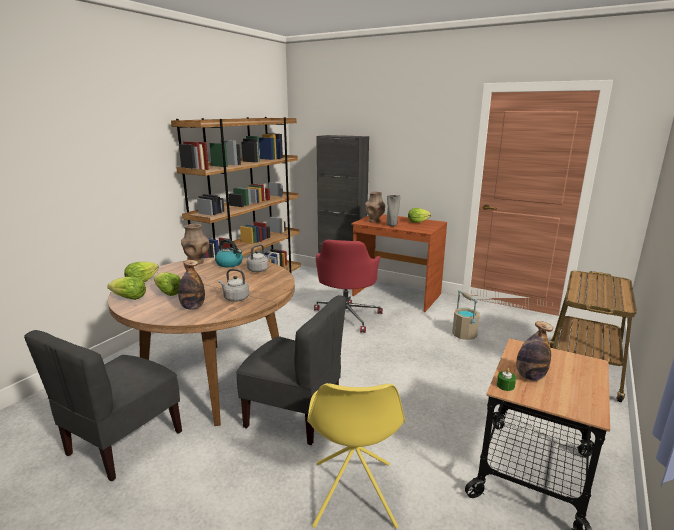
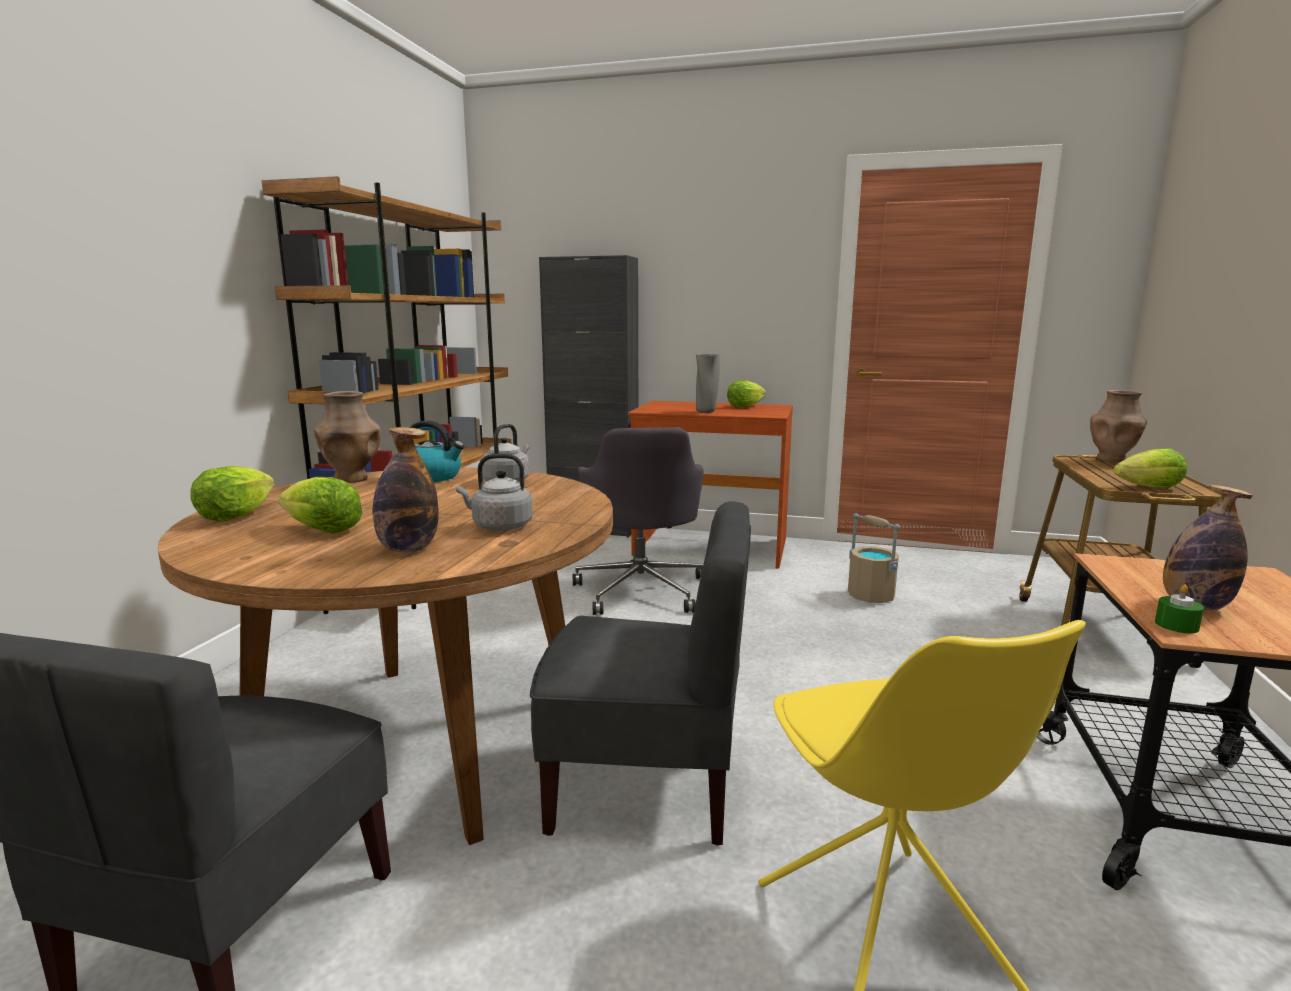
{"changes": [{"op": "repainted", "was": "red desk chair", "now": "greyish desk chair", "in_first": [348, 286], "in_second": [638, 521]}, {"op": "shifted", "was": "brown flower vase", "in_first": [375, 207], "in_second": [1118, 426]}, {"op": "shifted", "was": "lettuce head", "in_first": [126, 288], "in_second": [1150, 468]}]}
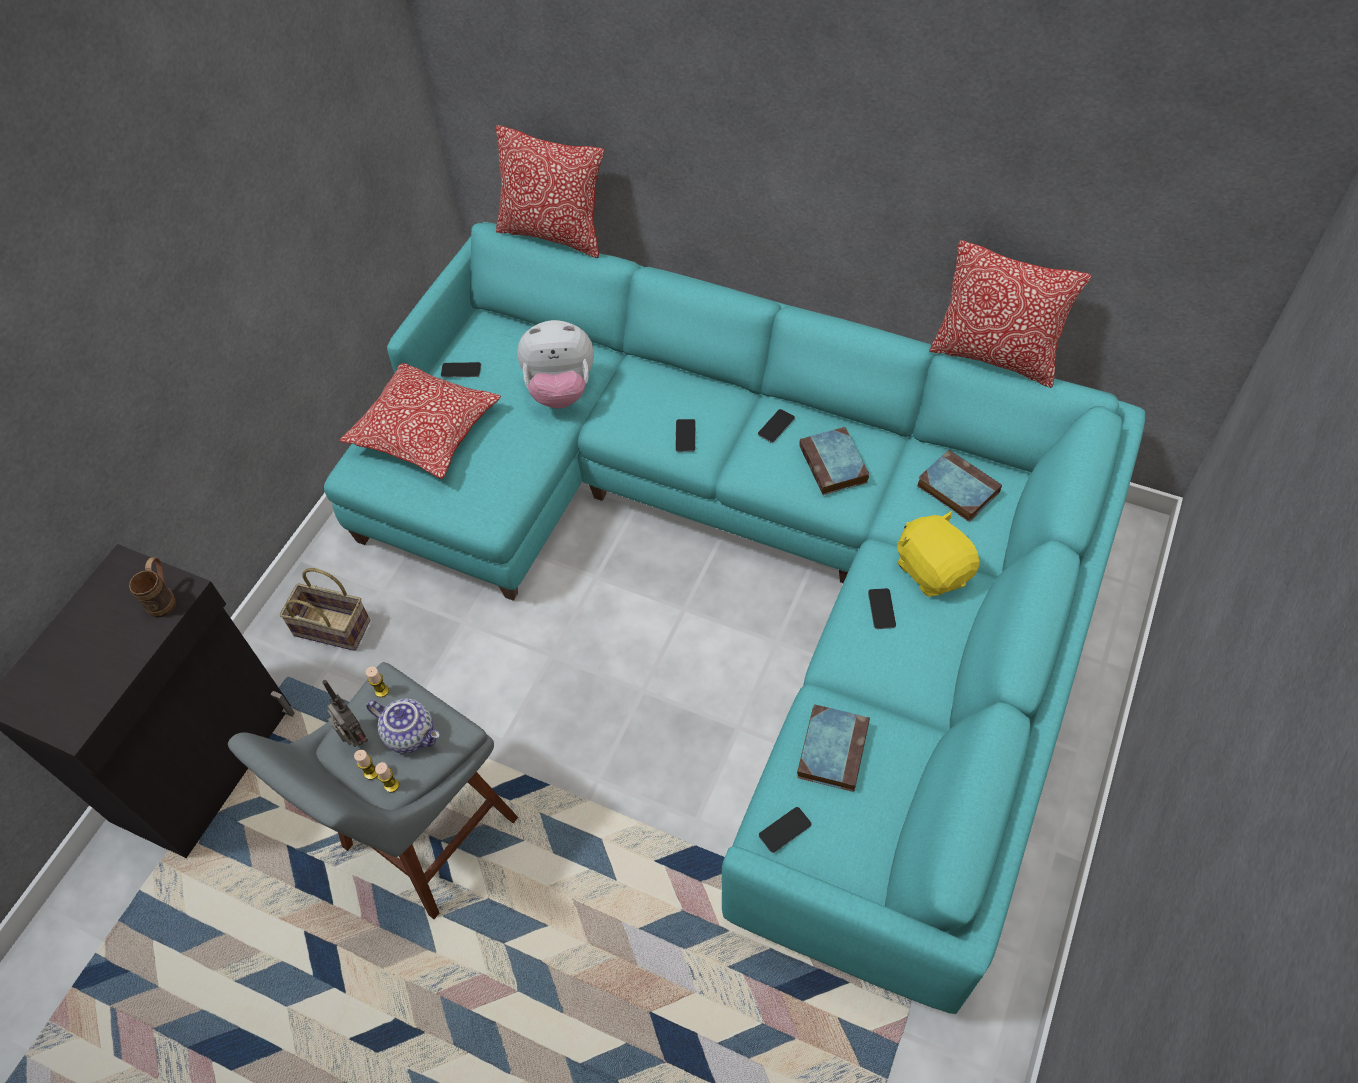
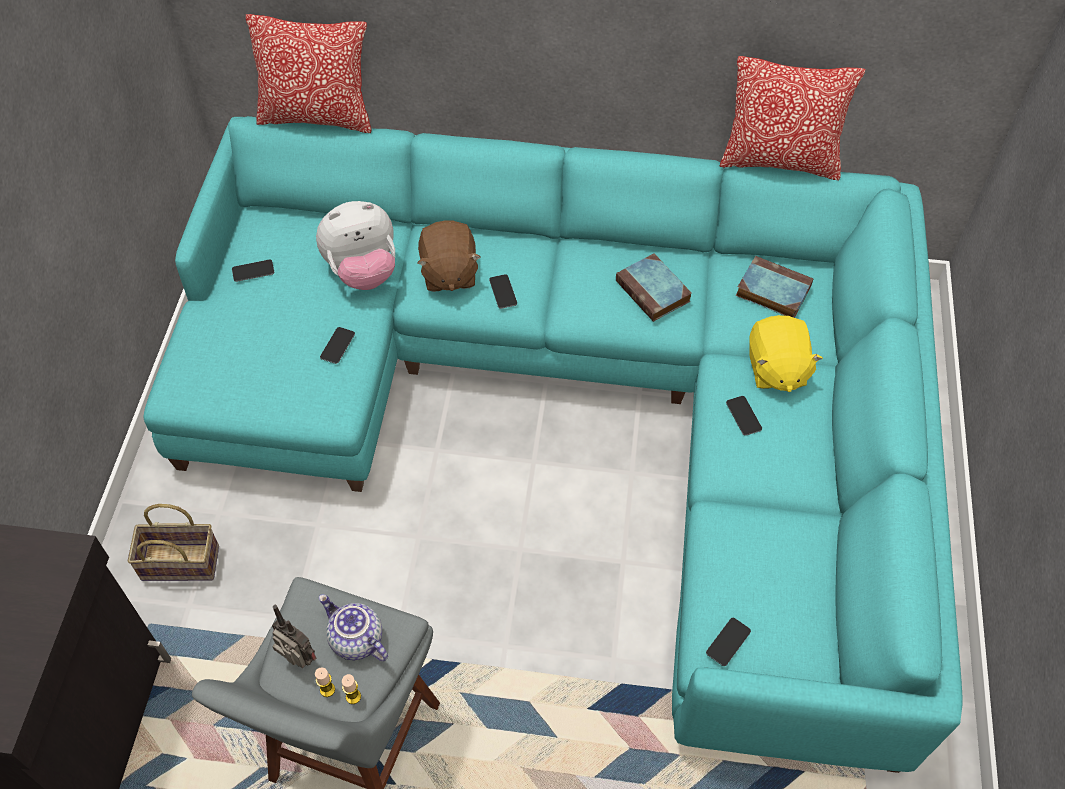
{"changes": [{"op": "rotated", "was": "tea pot", "in_first": [403, 726], "in_second": [353, 627], "clockwise": -150}, {"op": "shifted", "was": "handset", "in_first": [776, 426], "in_second": [337, 345]}, {"op": "new", "now": "brown plush toy", "in_second": [448, 256]}, {"op": "rotated", "was": "yellowish plush toy", "in_first": [938, 554], "in_second": [786, 353], "clockwise": -135}, {"op": "gone", "was": "brown tea mug", "in_first": [152, 588]}, {"op": "gone", "was": "pillow", "in_first": [420, 421]}, {"op": "gone", "was": "candle", "in_first": [377, 682]}, {"op": "gone", "was": "volume", "in_first": [833, 748]}]}
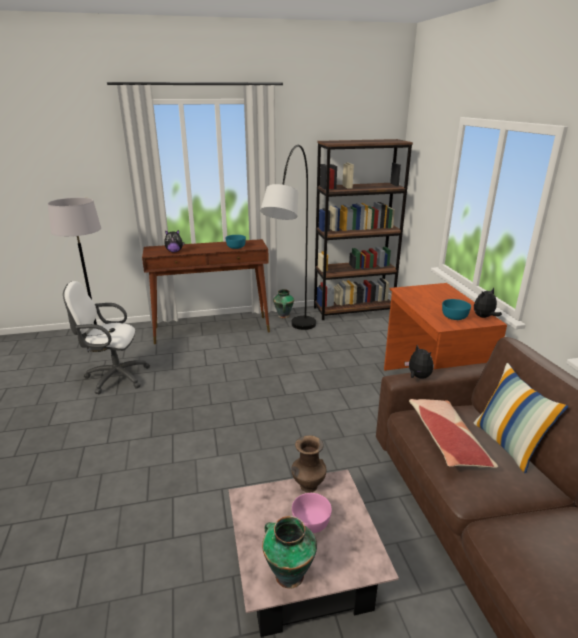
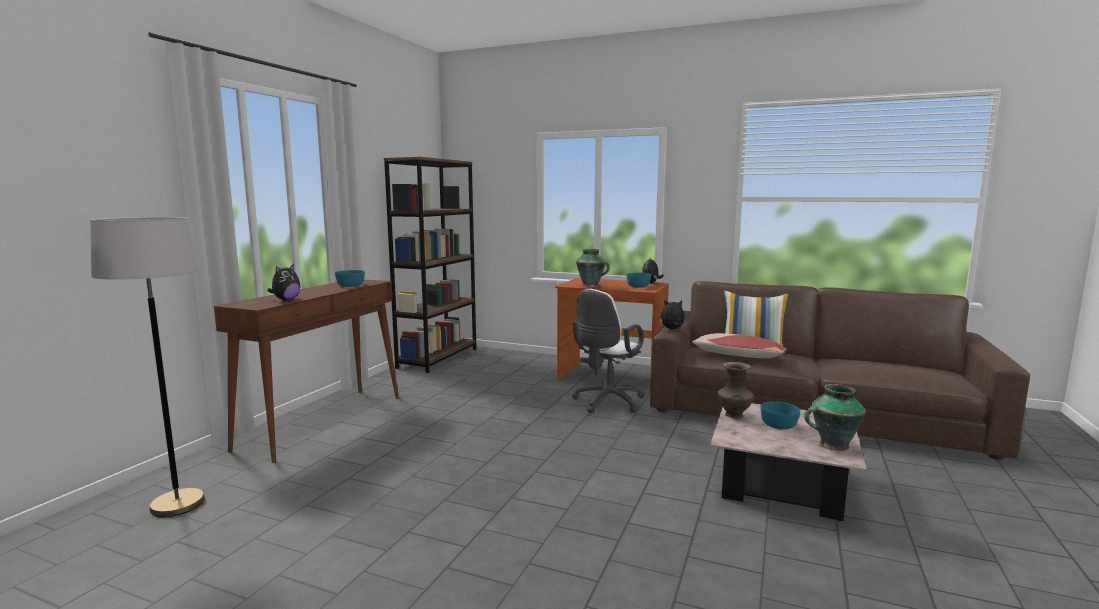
{"changes": [{"op": "shifted", "was": "white-coloured desk chair", "in_first": [106, 337], "in_second": [608, 351]}, {"op": "shifted", "was": "flower vase", "in_first": [283, 303], "in_second": [593, 268]}, {"op": "repainted", "was": "pink-coloured deep dish", "now": "turquoise deep dish", "in_first": [312, 513], "in_second": [780, 415]}, {"op": "gone", "was": "greyish standard lamp", "in_first": [288, 237]}]}
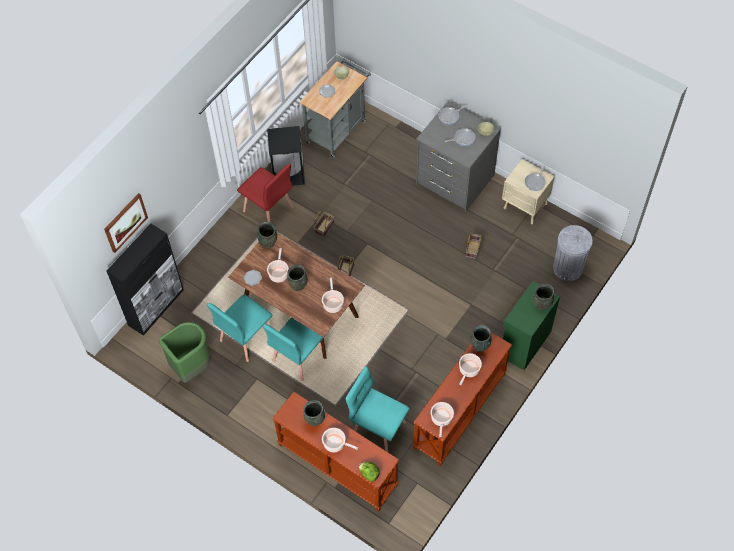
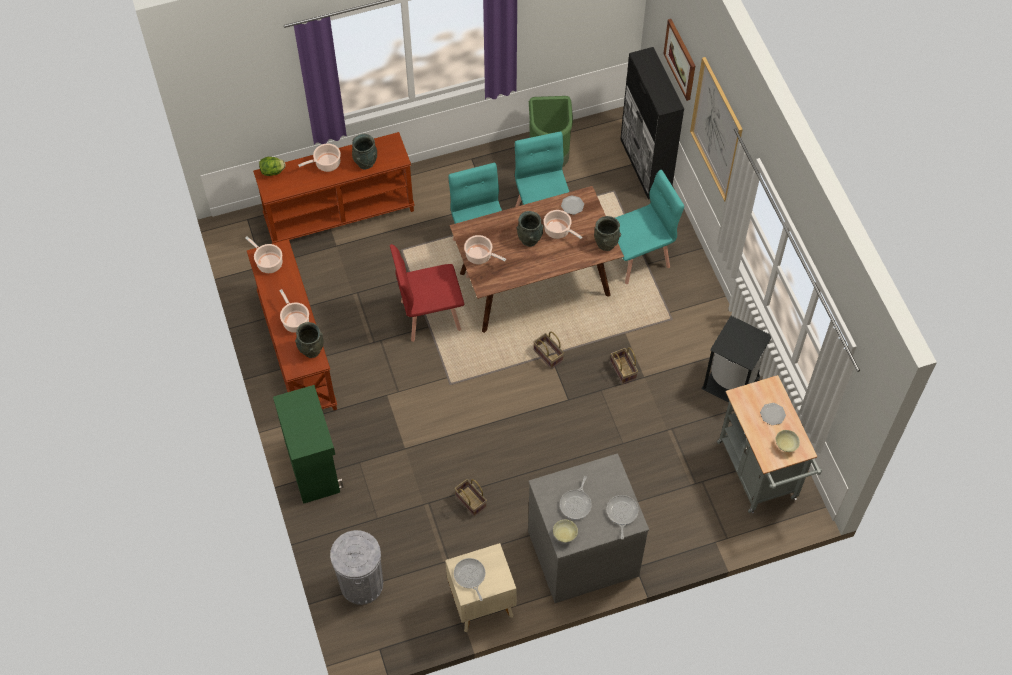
{"changes": [{"op": "shifted", "was": "red upright chair", "in_first": [265, 193], "in_second": [427, 293]}, {"op": "shifted", "was": "turquoise upright chair", "in_first": [377, 409], "in_second": [650, 227]}, {"op": "new", "now": "picture", "in_second": [716, 129]}, {"op": "gone", "was": "greyish flower vase", "in_first": [544, 297]}]}
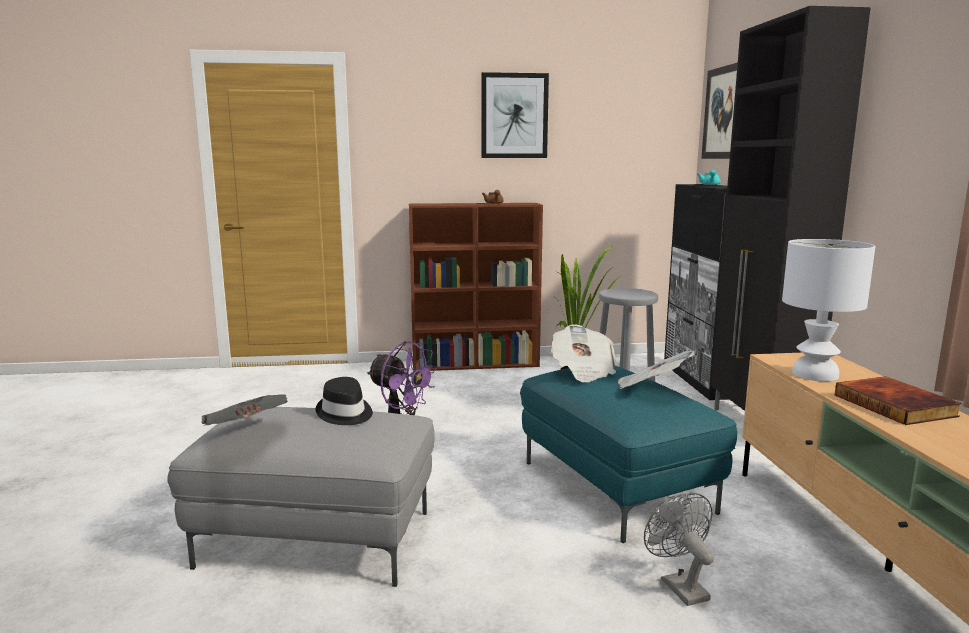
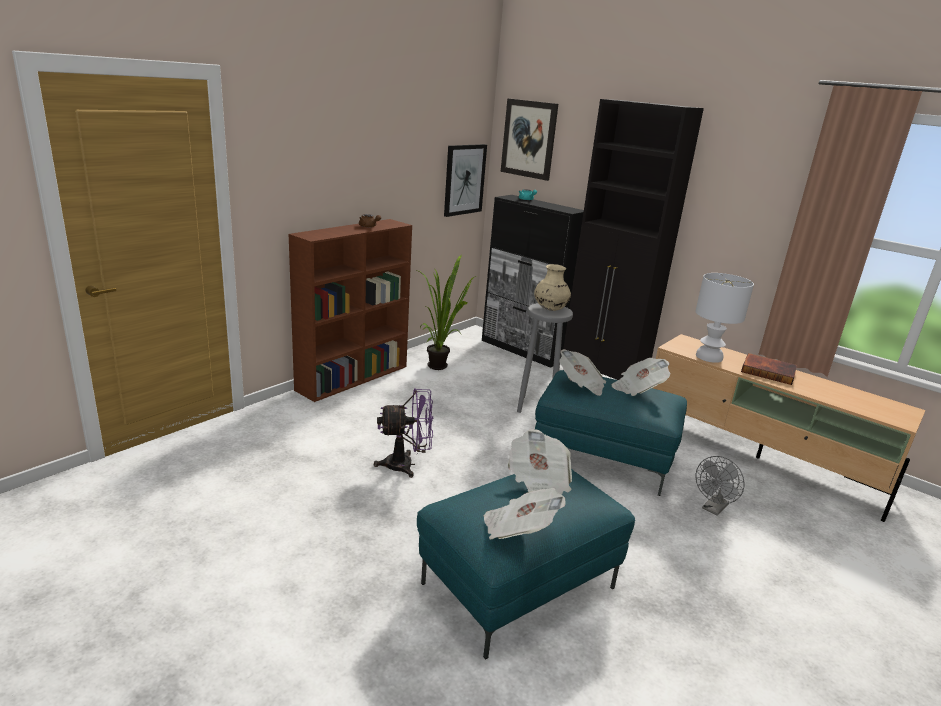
{"changes": [{"op": "repainted", "was": "greyish footrest", "now": "turquoise footrest", "in_first": [301, 497], "in_second": [526, 564]}, {"op": "shifted", "was": "picture", "in_first": [515, 115], "in_second": [465, 180]}, {"op": "swapped", "was": "black-coloured wearable hat", "now": "newspaper", "in_first": [344, 401], "in_second": [540, 462]}, {"op": "new", "now": "sand-coloured flower vase", "in_second": [552, 287]}, {"op": "rotated", "was": "greyish electric fan", "in_first": [679, 549], "in_second": [720, 486], "clockwise": -75}]}
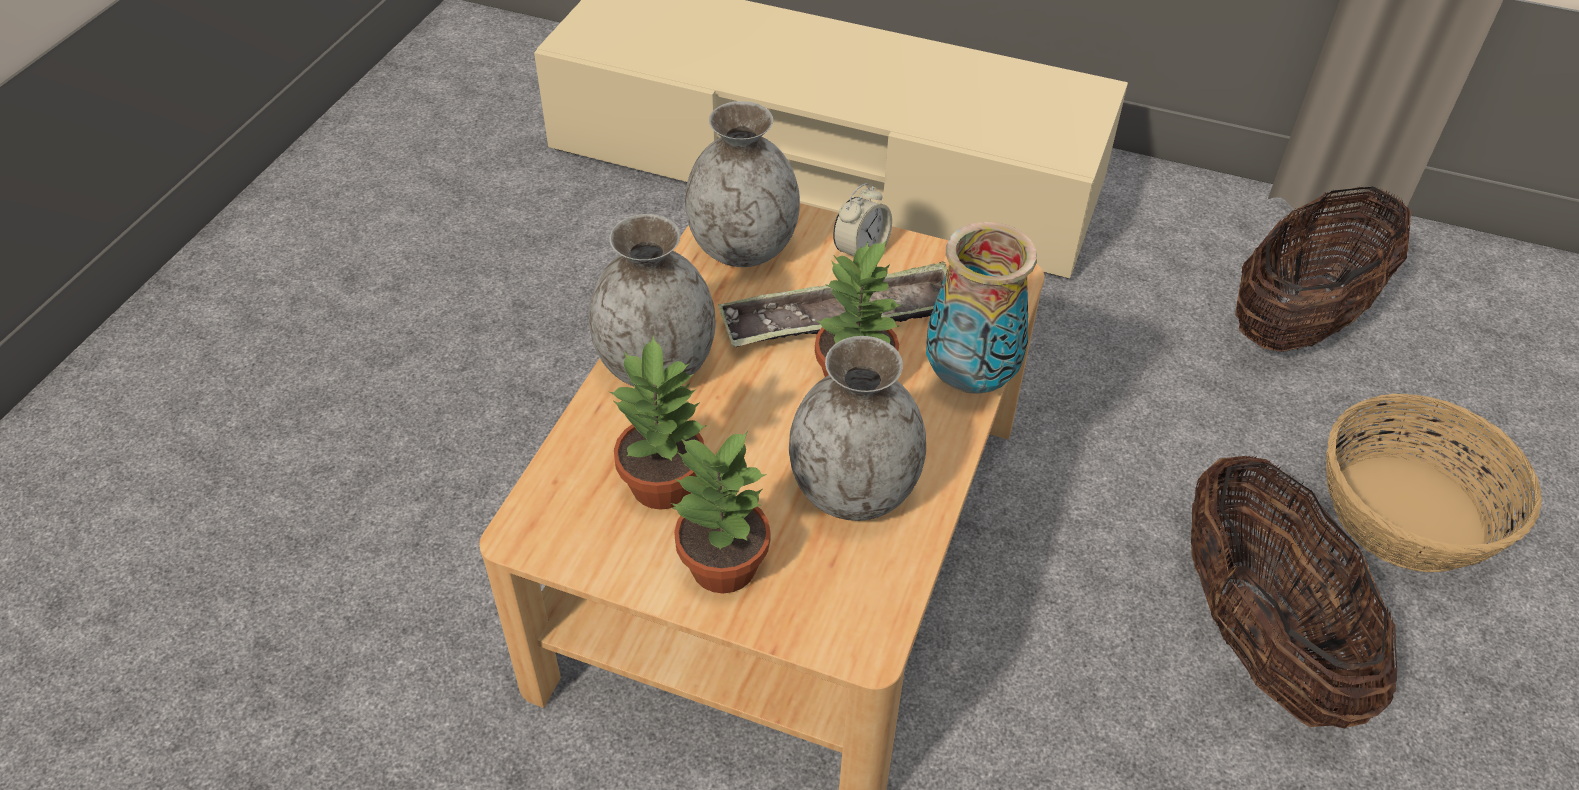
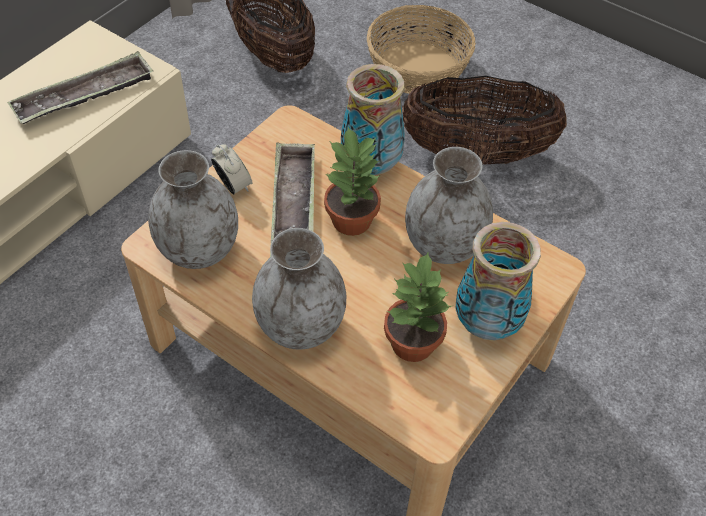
{"changes": [{"op": "new", "now": "serving tray", "in_second": [80, 87]}, {"op": "swapped", "was": "houseplant", "now": "flower vase", "in_first": [721, 512], "in_second": [498, 281]}]}
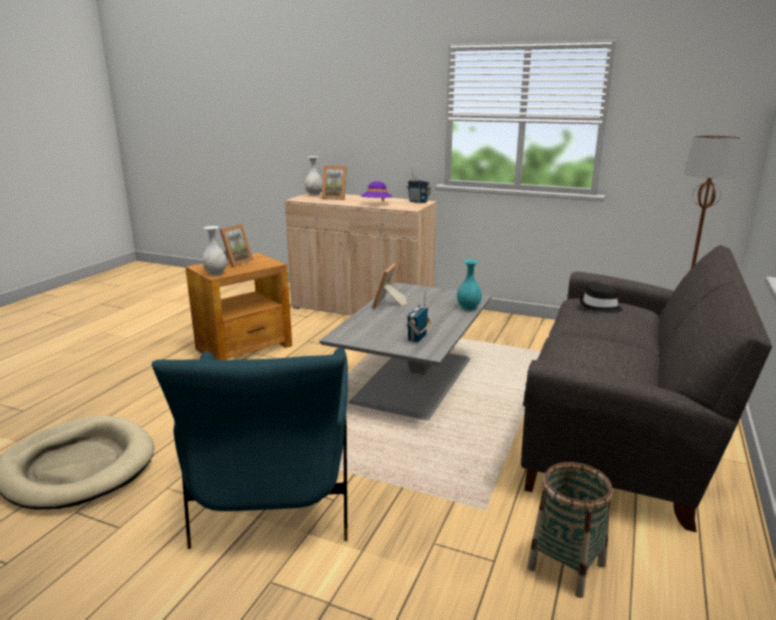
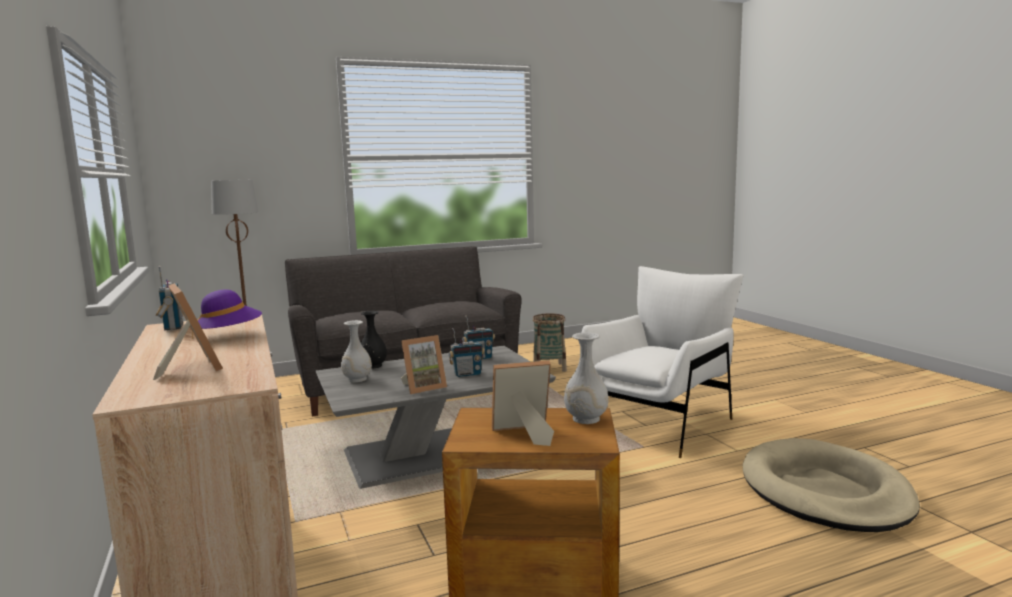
{"changes": [{"op": "shifted", "was": "white-coloured flower vase", "in_first": [314, 176], "in_second": [356, 351]}, {"op": "repainted", "was": "turquoise flower vase", "now": "black-coloured flower vase", "in_first": [469, 284], "in_second": [374, 340]}, {"op": "new", "now": "radio", "in_second": [467, 352]}, {"op": "repainted", "was": "bluish armchair", "now": "white-coloured armchair", "in_first": [250, 448], "in_second": [662, 362]}, {"op": "gone", "was": "black-coloured wearable hat", "in_first": [601, 297]}]}
